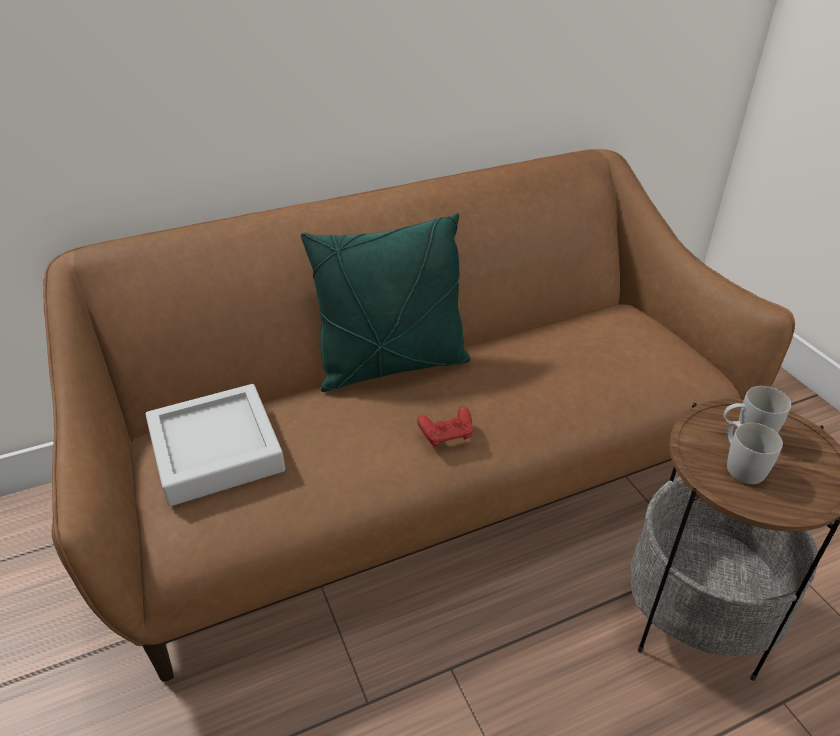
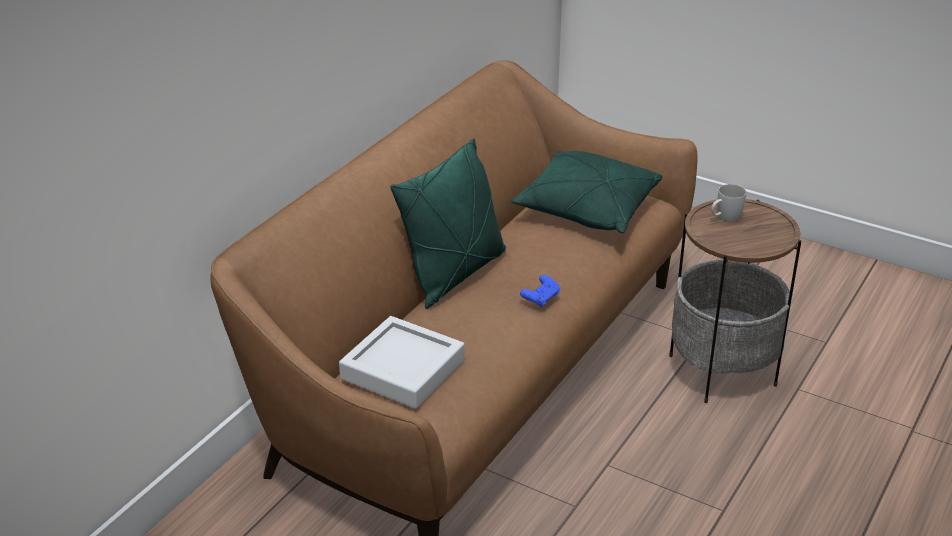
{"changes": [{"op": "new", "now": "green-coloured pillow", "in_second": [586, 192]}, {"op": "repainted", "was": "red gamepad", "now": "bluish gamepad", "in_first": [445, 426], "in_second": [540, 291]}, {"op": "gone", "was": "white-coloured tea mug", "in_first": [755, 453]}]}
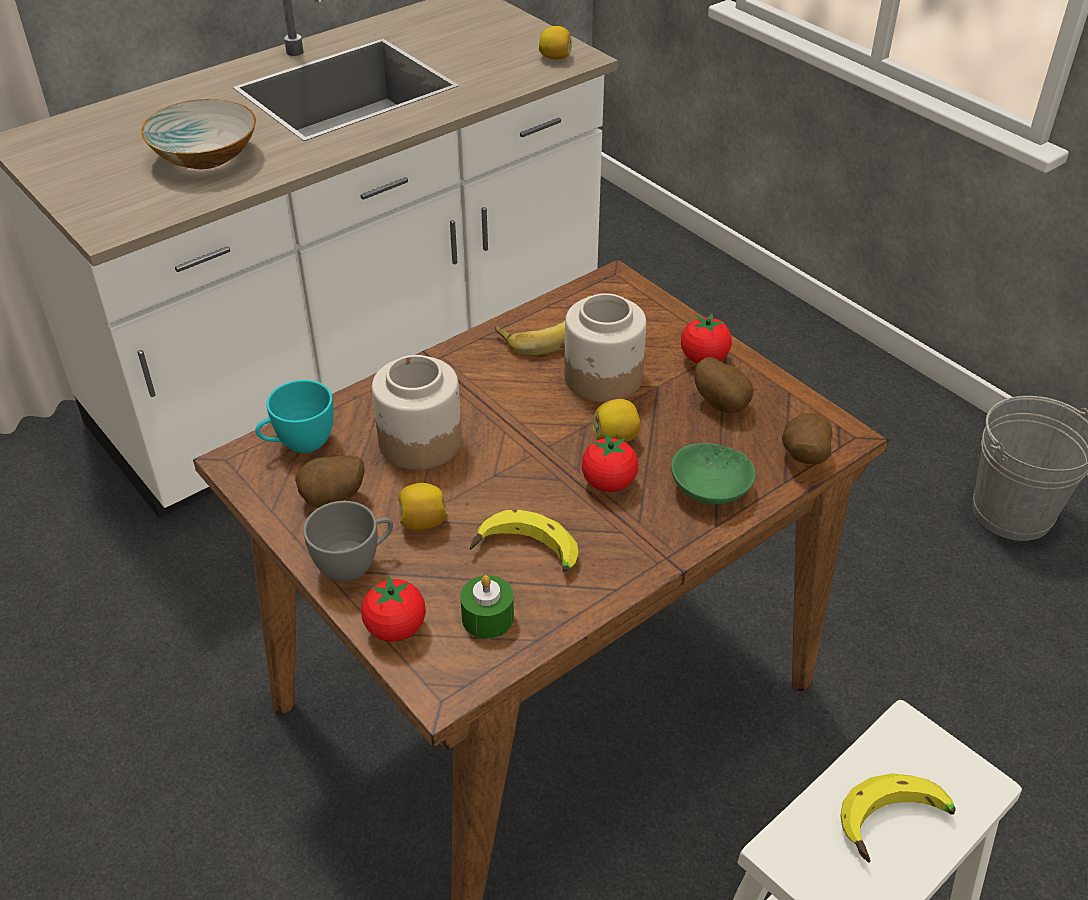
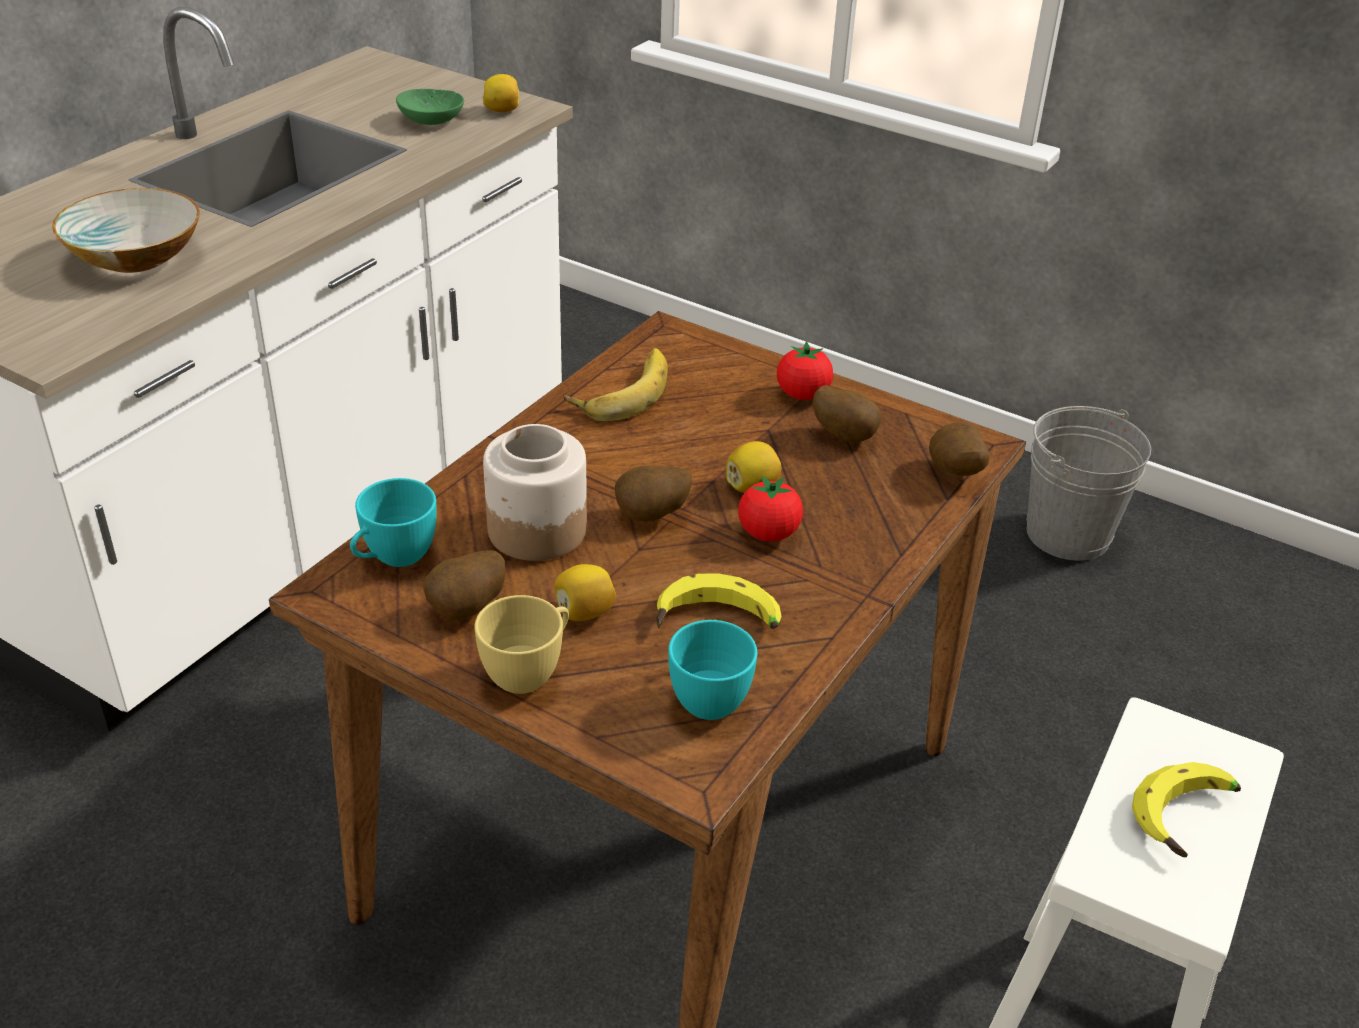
{"changes": [{"op": "shifted", "was": "green-coloured deep dish", "in_first": [713, 474], "in_second": [430, 107]}, {"op": "repainted", "was": "greyish cup", "now": "yellowish cup", "in_first": [348, 541], "in_second": [521, 644]}, {"op": "new", "now": "potato", "in_second": [653, 494]}, {"op": "swapped", "was": "green-coloured candle", "now": "turquoise cup", "in_first": [487, 607], "in_second": [712, 670]}, {"op": "gone", "was": "tomato", "in_first": [393, 609]}, {"op": "gone", "was": "storage jar", "in_first": [605, 347]}]}
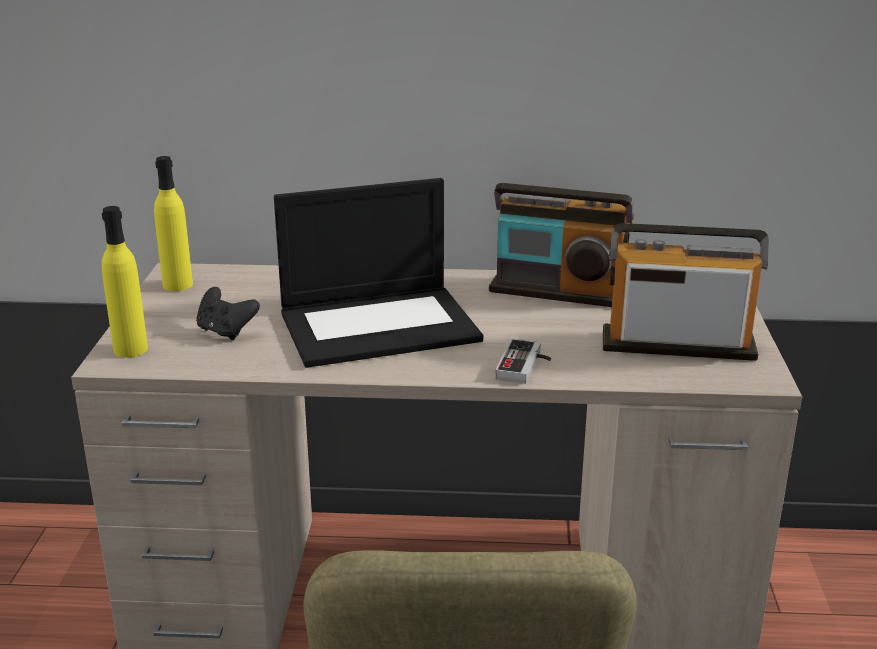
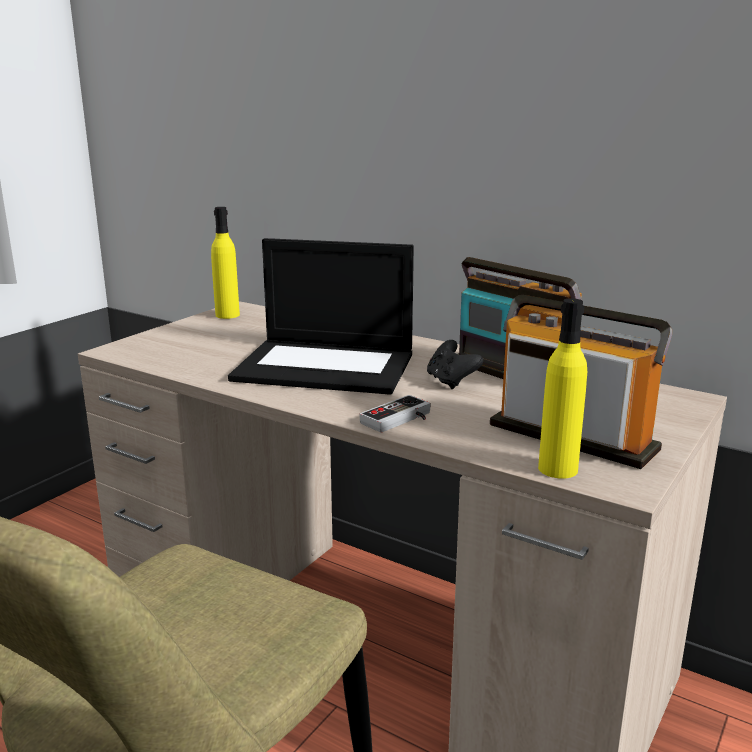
{"changes": [{"op": "shifted", "was": "black-coloured gamepad", "in_first": [228, 313], "in_second": [455, 364]}, {"op": "shifted", "was": "yellowish drink bottle", "in_first": [125, 282], "in_second": [562, 388]}]}
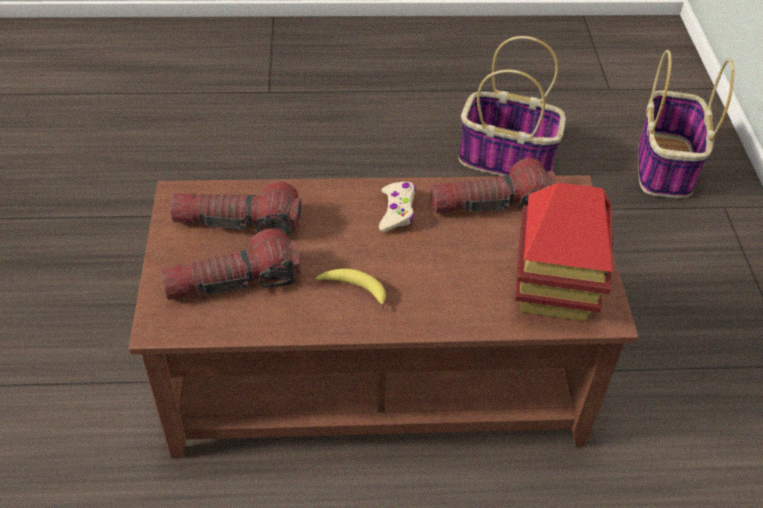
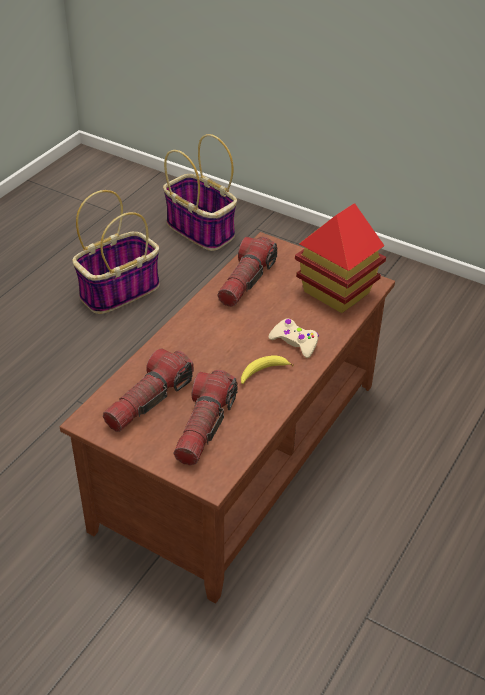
{"changes": [{"op": "shifted", "was": "sand-coloured gamepad", "in_first": [397, 207], "in_second": [294, 338]}]}
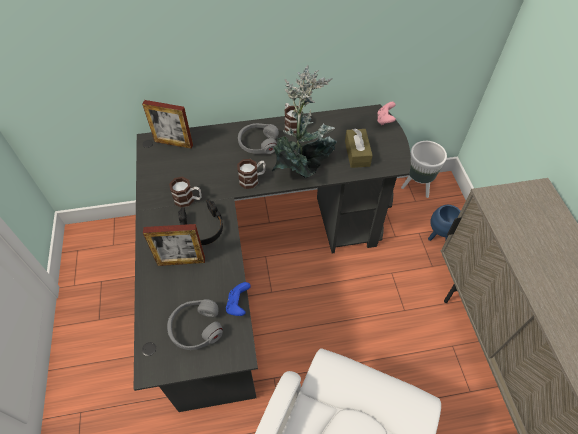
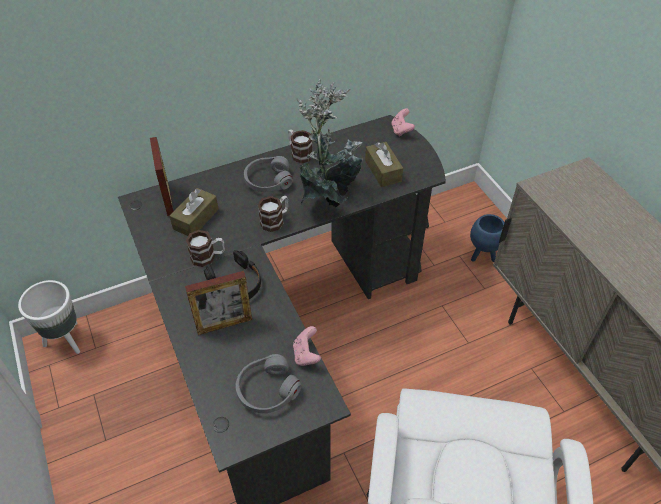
{"changes": [{"op": "shifted", "was": "white-coloured plant pot", "in_first": [424, 169], "in_second": [49, 317]}, {"op": "rotated", "was": "standing frame", "in_first": [167, 124], "in_second": [162, 176], "clockwise": -105}, {"op": "new", "now": "brown box of tissues", "in_second": [194, 212]}, {"op": "repainted", "was": "bluish gamepad", "now": "pink-coloured gamepad", "in_first": [238, 299], "in_second": [307, 346]}]}
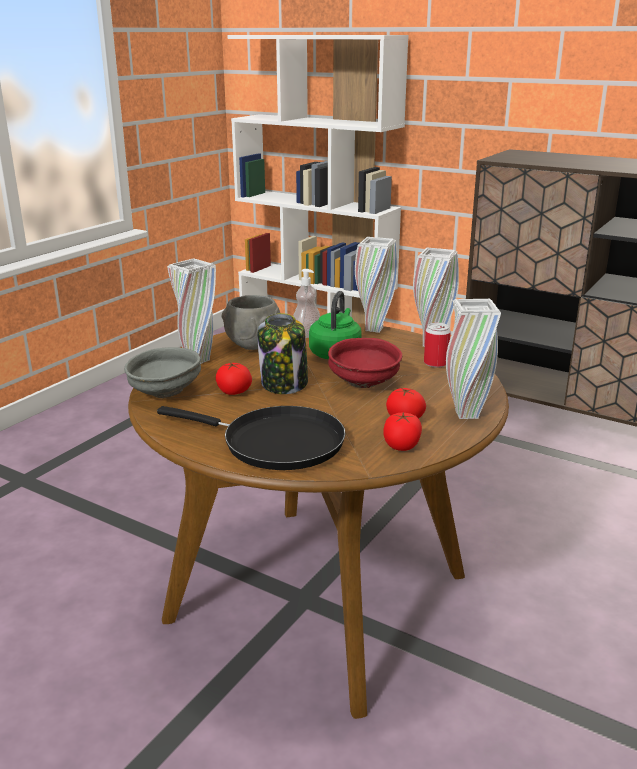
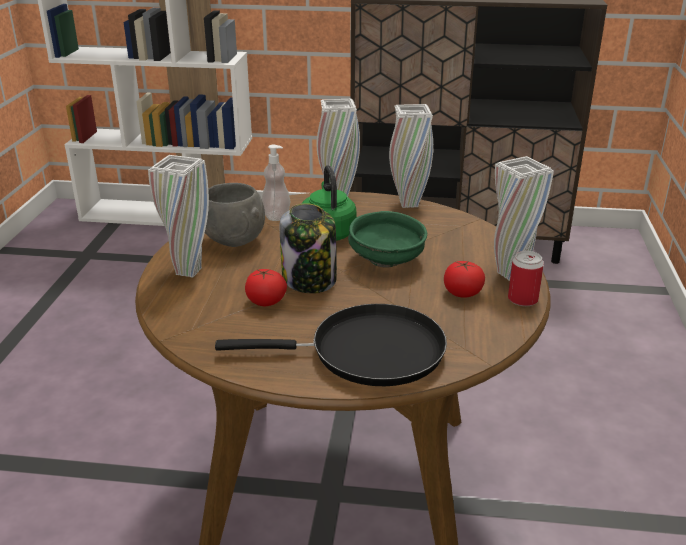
{"changes": [{"op": "repainted", "was": "red deep dish", "now": "green-coloured deep dish", "in_first": [365, 363], "in_second": [387, 239]}, {"op": "shifted", "was": "can", "in_first": [437, 345], "in_second": [526, 278]}, {"op": "gone", "was": "greyish deep dish", "in_first": [162, 372]}, {"op": "gone", "was": "tomato", "in_first": [402, 431]}]}
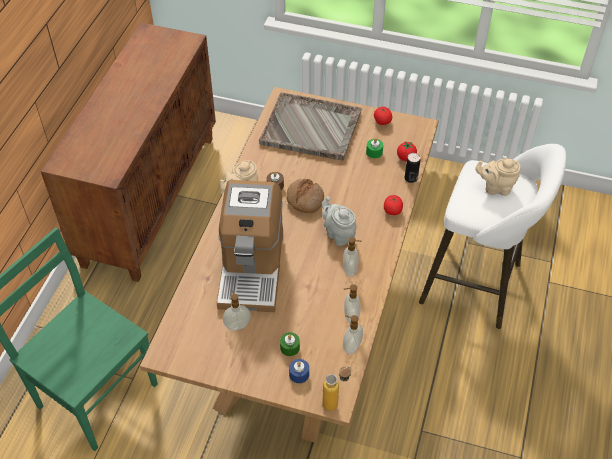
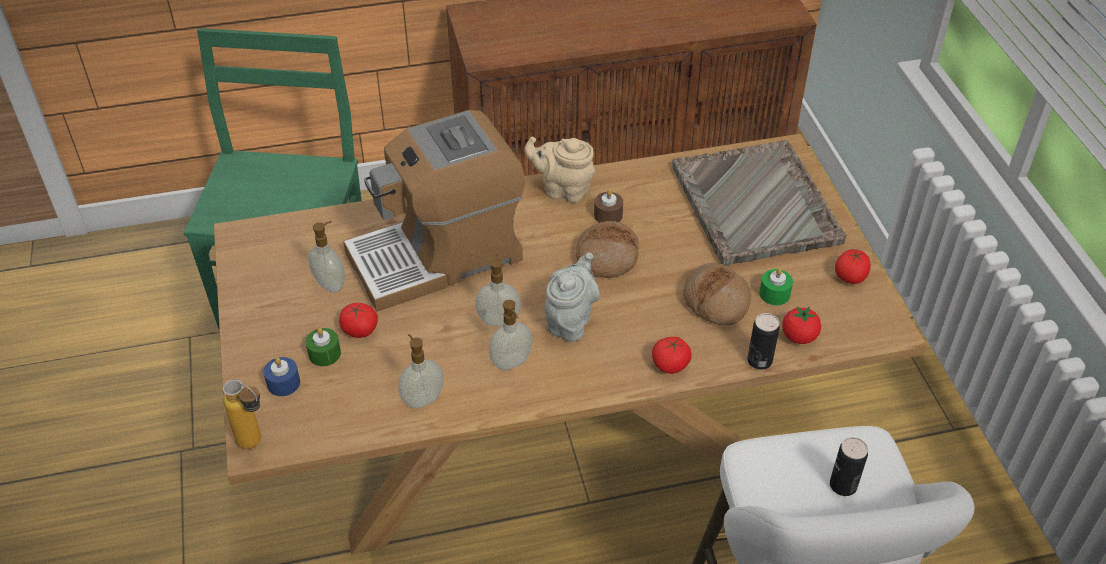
{"changes": [{"op": "new", "now": "tomato", "in_second": [358, 320]}, {"op": "shifted", "was": "soap dispenser", "in_first": [353, 334], "in_second": [498, 290]}, {"op": "new", "now": "baked bread", "in_second": [717, 294]}, {"op": "swapped", "was": "sand-coloured tea pot", "now": "can", "in_first": [498, 177], "in_second": [849, 466]}]}
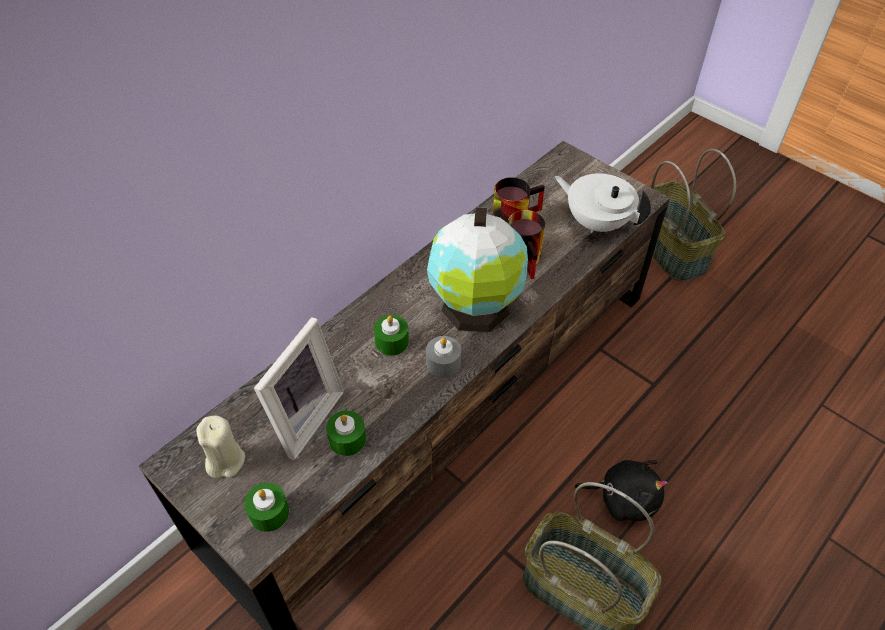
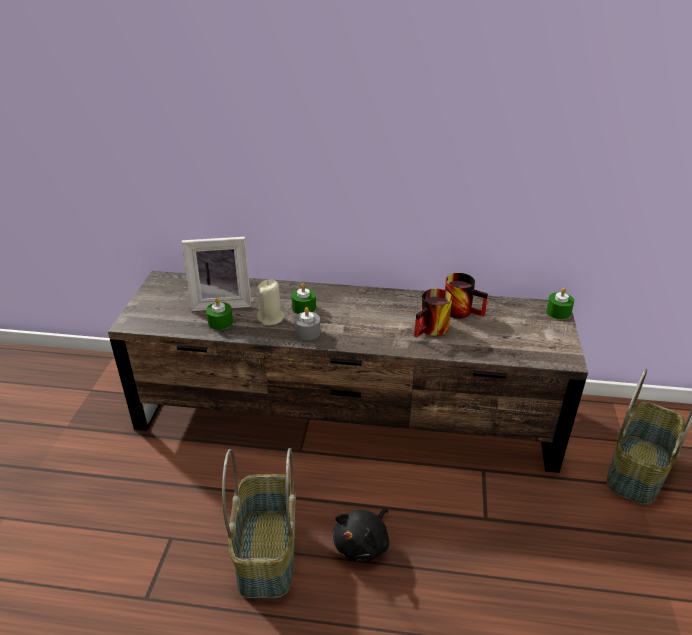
{"changes": [{"op": "shifted", "was": "sand-coloured candle", "in_first": [220, 447], "in_second": [271, 302]}, {"op": "rotated", "was": "black-coloured plush toy", "in_first": [621, 490], "in_second": [361, 535], "clockwise": 60}, {"op": "shifted", "was": "green-coloured candle", "in_first": [266, 507], "in_second": [560, 304]}, {"op": "gone", "was": "world globe", "in_first": [477, 269]}, {"op": "gone", "was": "white-coloured tea pot", "in_first": [603, 203]}]}
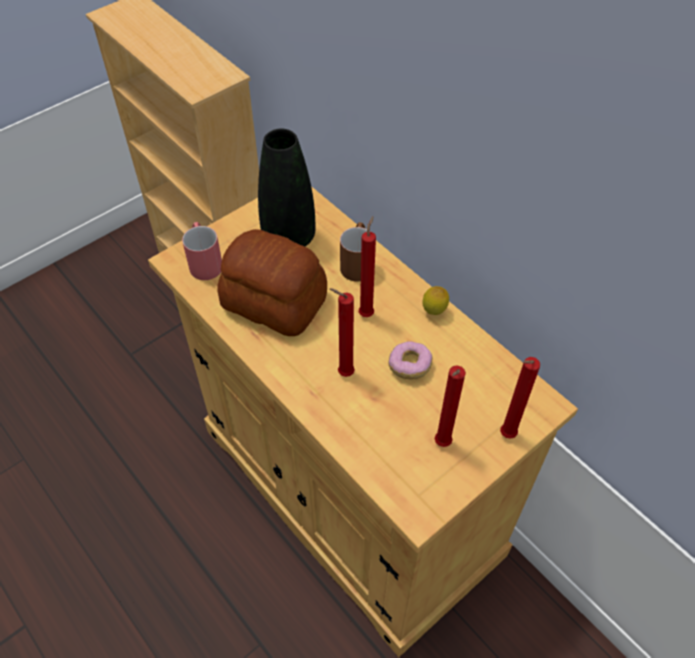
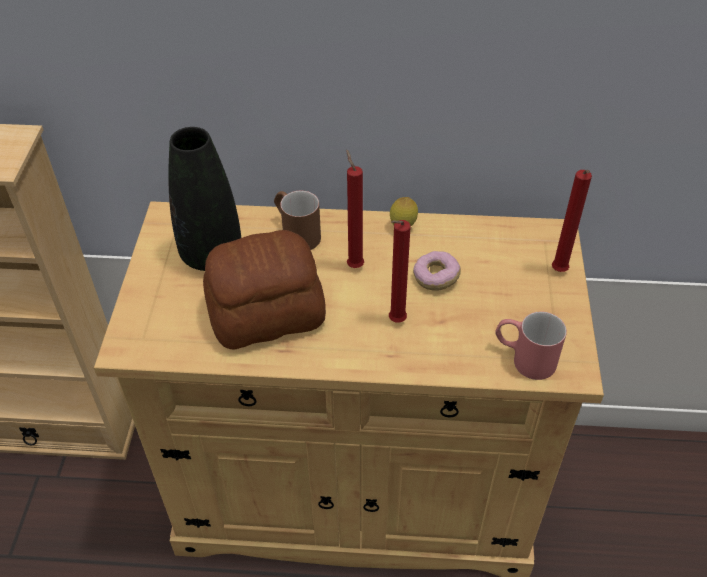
{"changes": [{"op": "shifted", "was": "red tea mug", "in_first": [202, 251], "in_second": [531, 346]}, {"op": "gone", "was": "red candle", "in_first": [450, 406]}]}
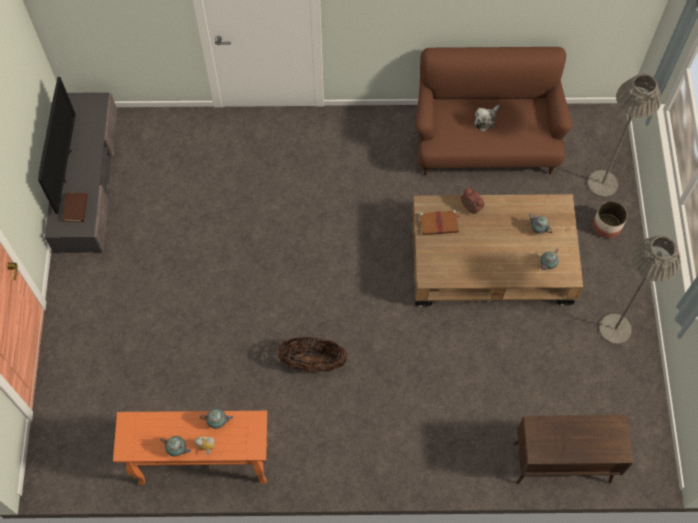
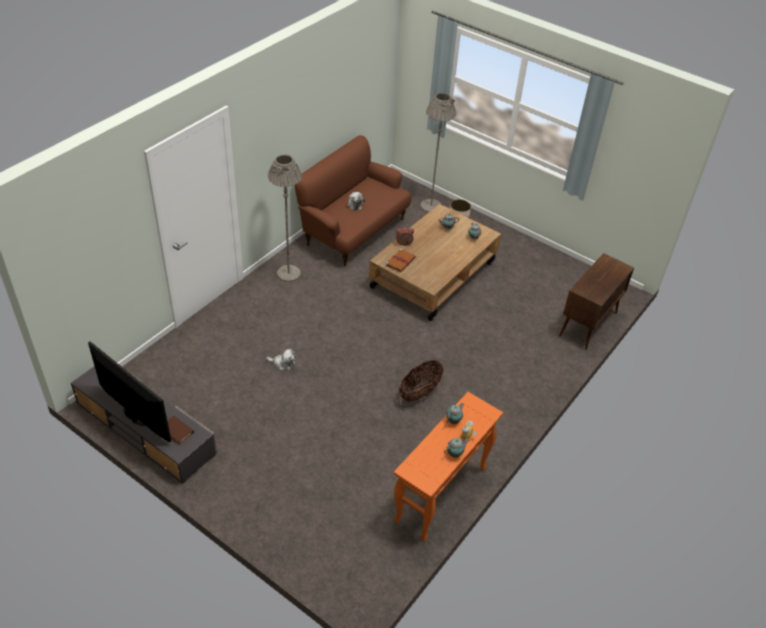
{"changes": [{"op": "new", "now": "plush toy", "in_second": [280, 360]}, {"op": "shifted", "was": "greyish standard lamp", "in_first": [640, 290], "in_second": [285, 218]}]}
